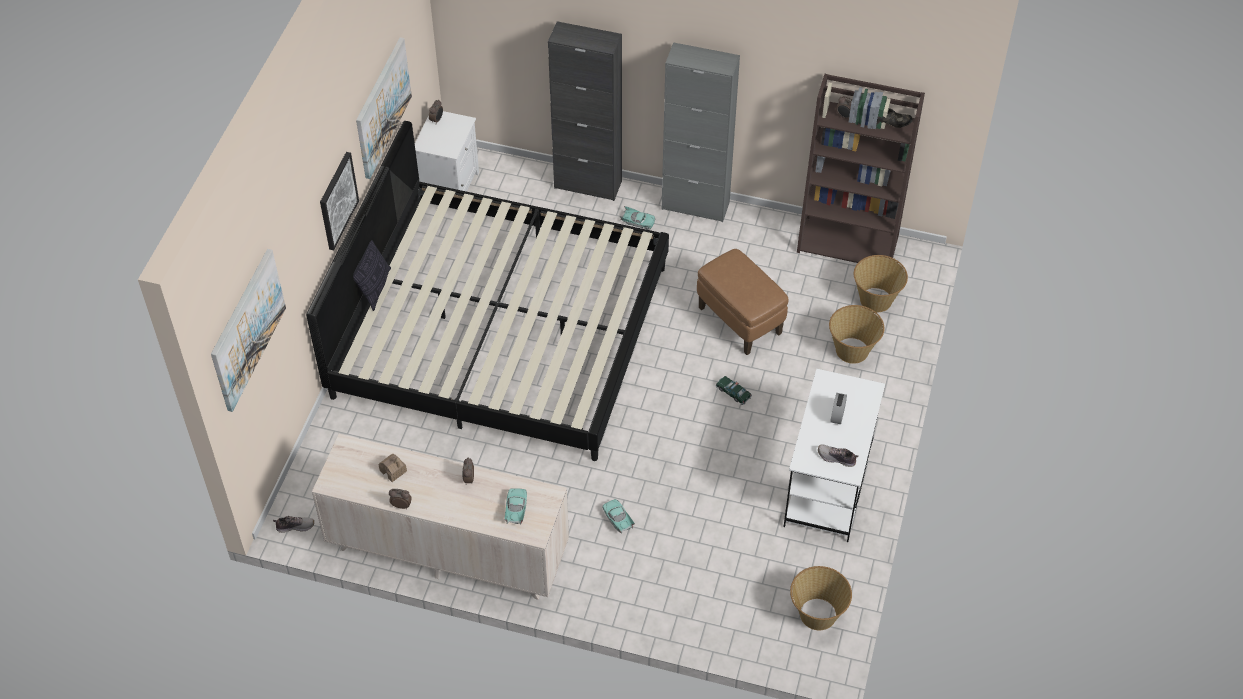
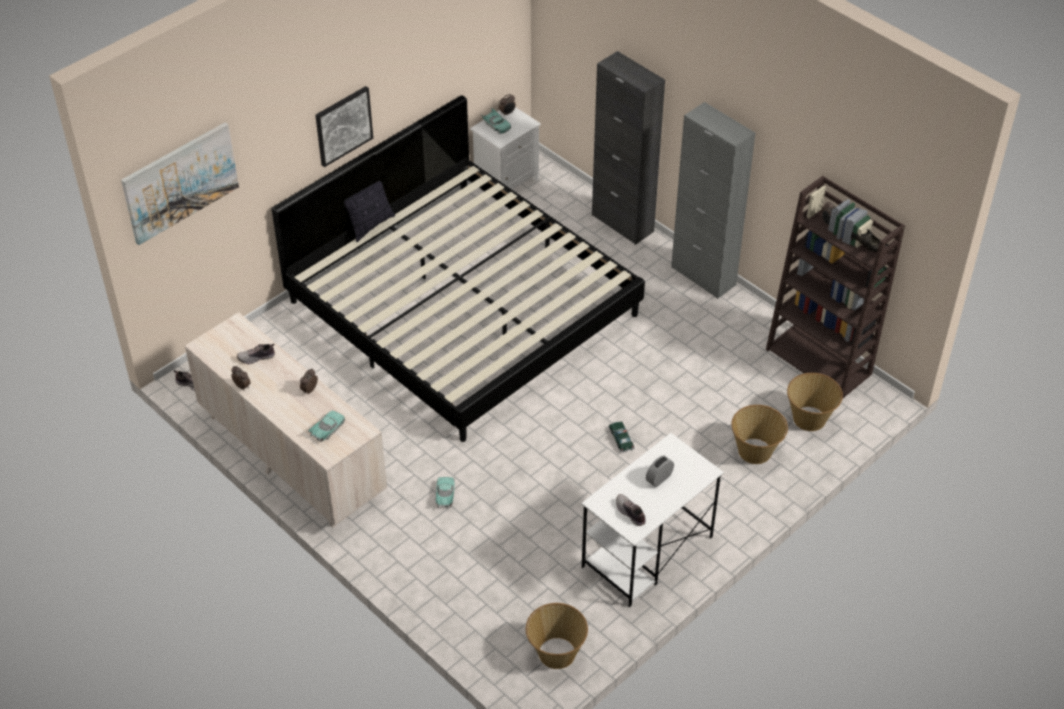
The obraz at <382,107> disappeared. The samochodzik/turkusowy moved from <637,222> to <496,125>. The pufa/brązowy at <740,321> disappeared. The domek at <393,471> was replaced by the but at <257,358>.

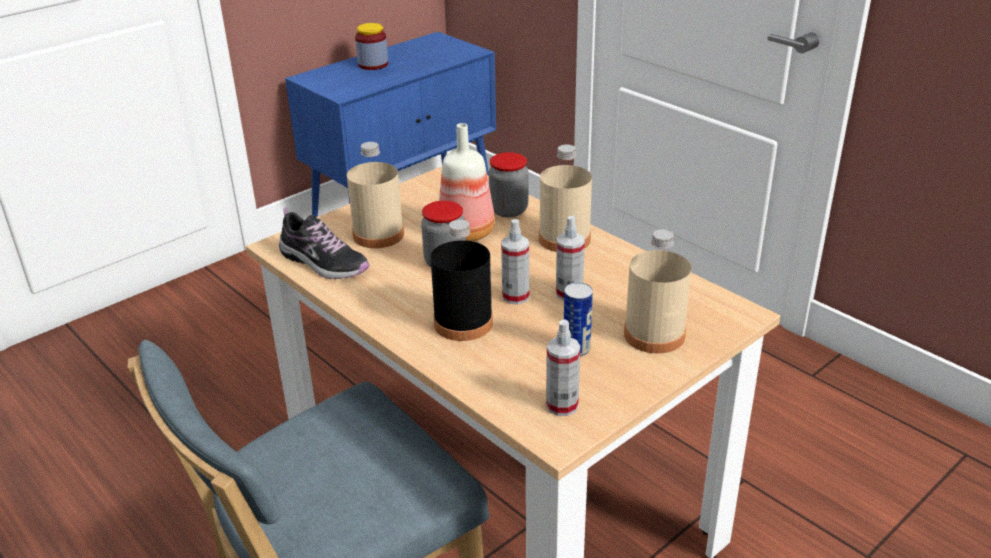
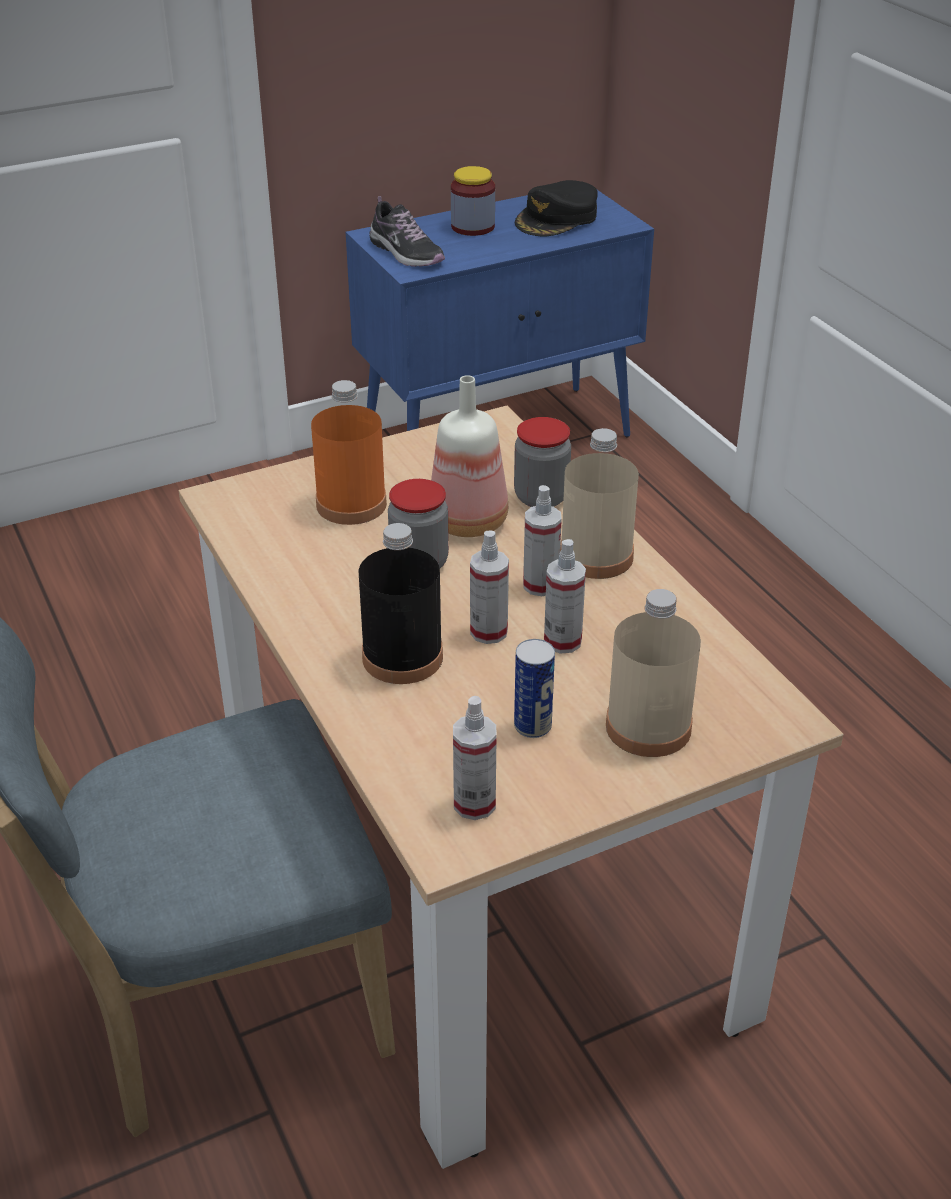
The butelka/beżowy at <378,235> became the butelka/pomarańczowy at <351,504>. The but moved from <323,263> to <406,253>. The czapka z daszkiem/czarny at <557,219> appeared. The spryskiwacz at <540,585> appeared.

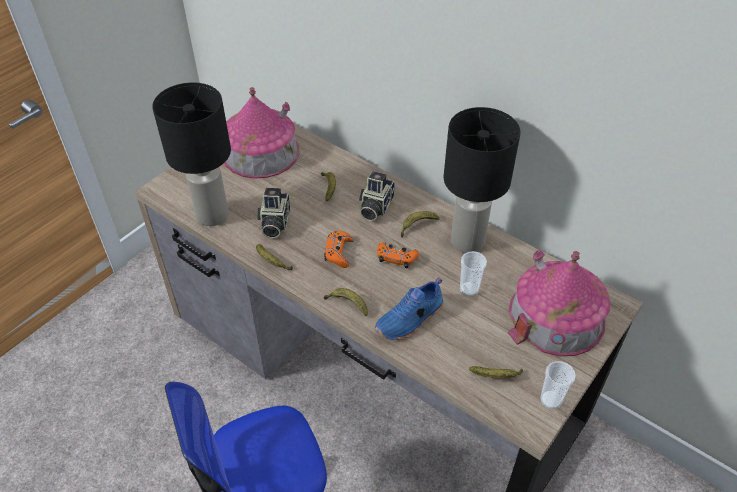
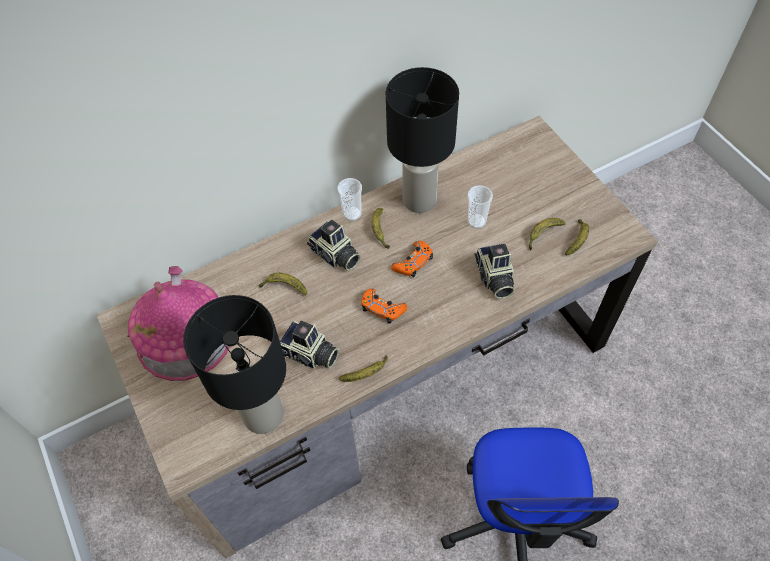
The domek at <556,316> disappeared. The but/niebieski at <410,320> was replaced by the aparat fotograficzny at <494,278>. The banan moved from <347,304> to <543,235>. The filiżanka moved from <551,400> to <352,214>.

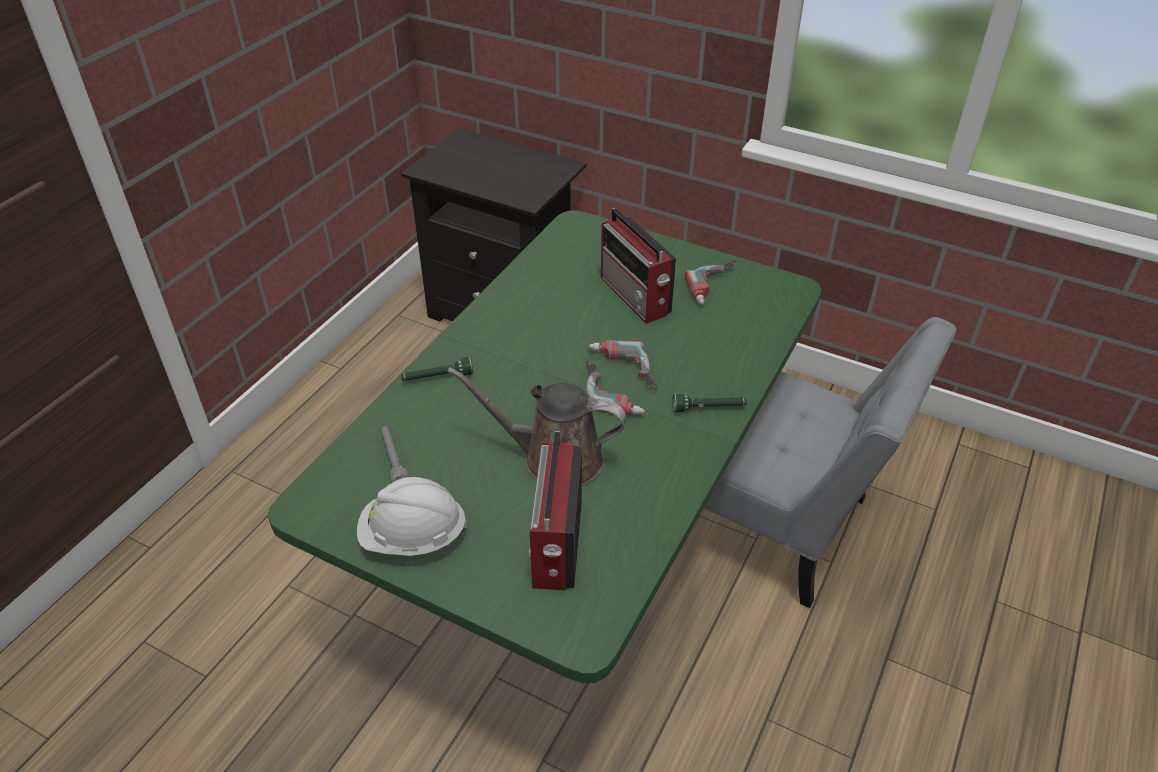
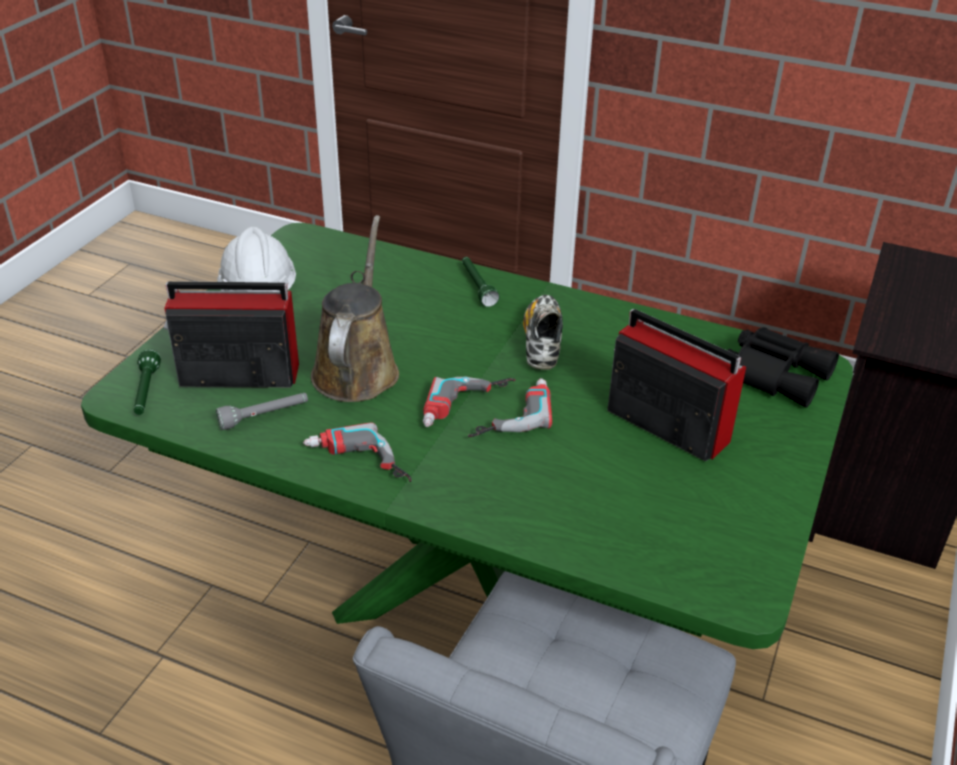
The radio at <635,297> turned 75 degrees clockwise. The wiertarka moved from <716,286> to <356,465>. The latarka/zielony moved from <709,409> to <146,392>. The latarka/szary moved from <393,461> to <264,416>. The but at <542,342> appeared. The lornetka/czarny at <774,372> appeared.

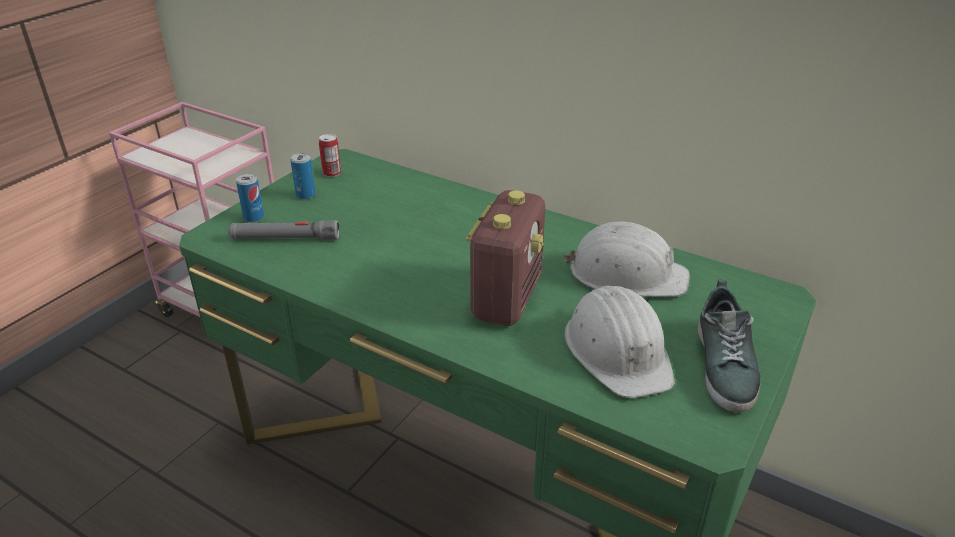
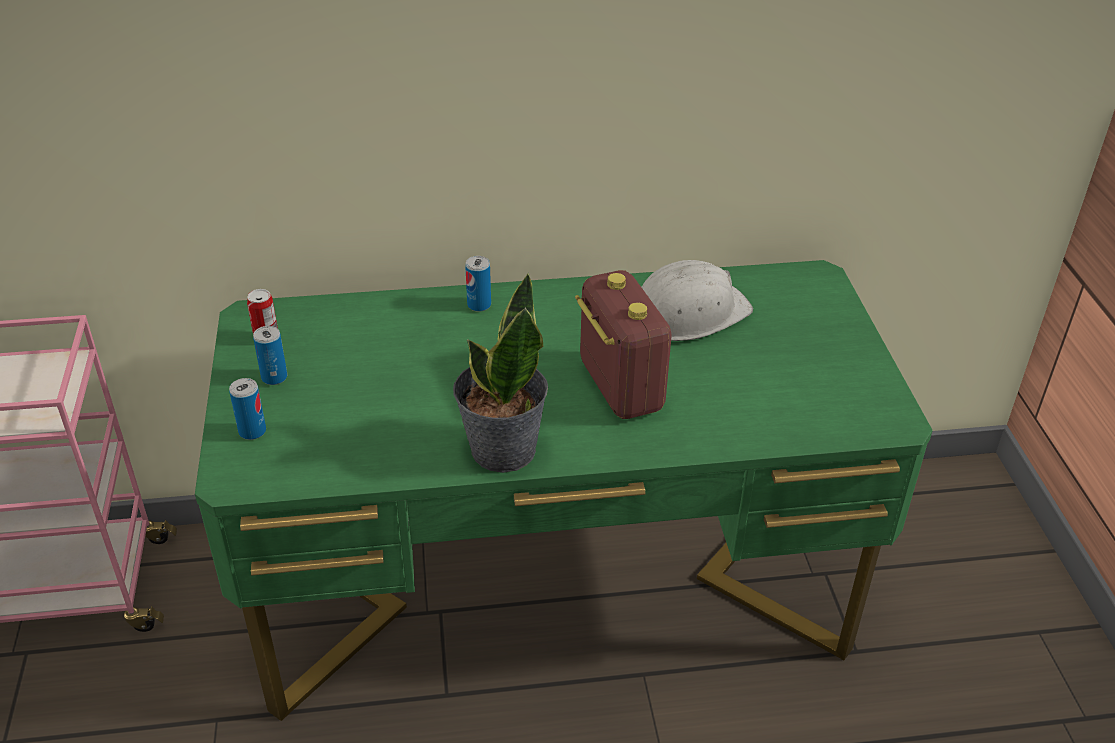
The latarka/szary at <284,238> disappeared. The but at <725,365> disappeared. The kask/biały at <618,351> disappeared. The puszka at <479,305> appeared. The roślina doniczkowa at <502,450> appeared.

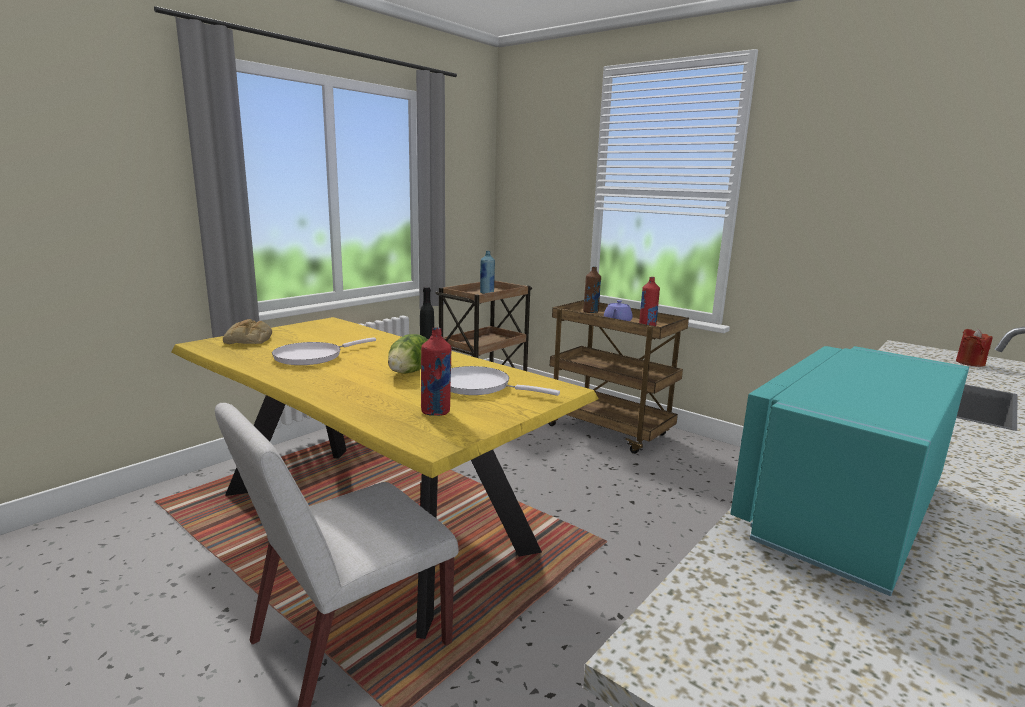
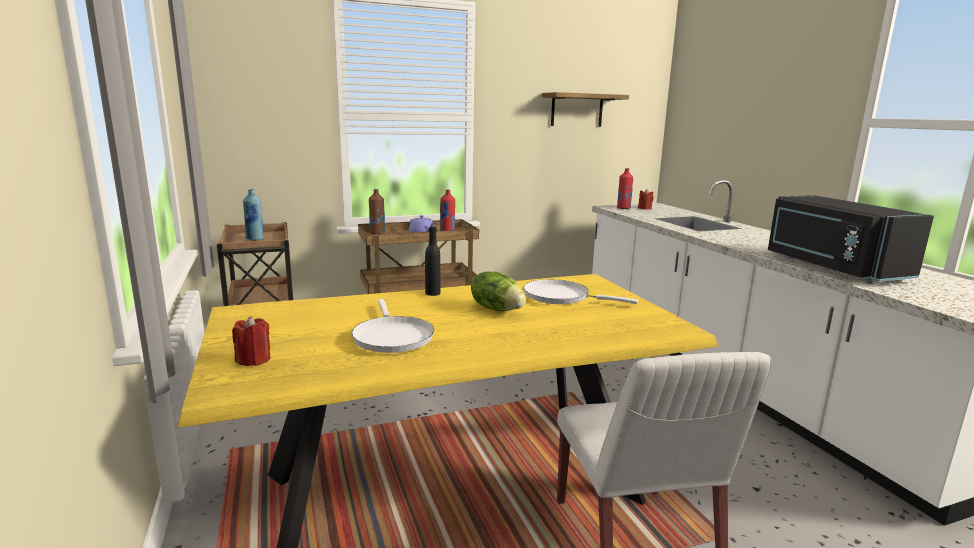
The chleb at <249,340> was replaced by the świeca/czerwony at <254,360>. The butelka/czerwony moved from <436,412> to <623,208>. The mikrofalówka/turkusowy at <837,508> became the mikrofalówka/czarny at <831,267>. The patelnia/biały at <478,386> turned 60 degrees clockwise. The półka at <577,110> appeared.

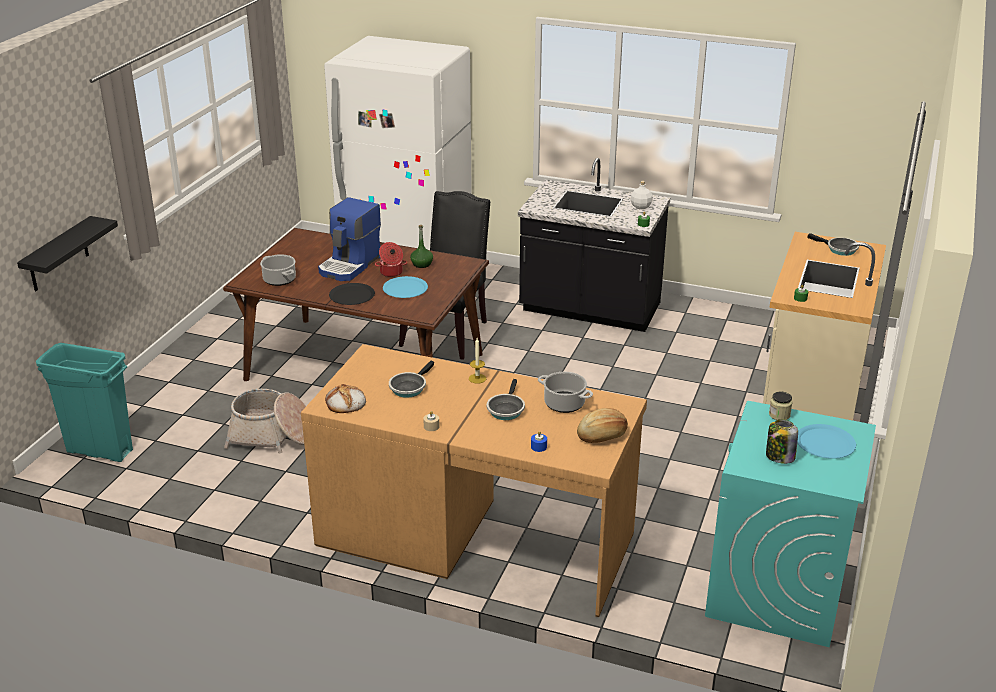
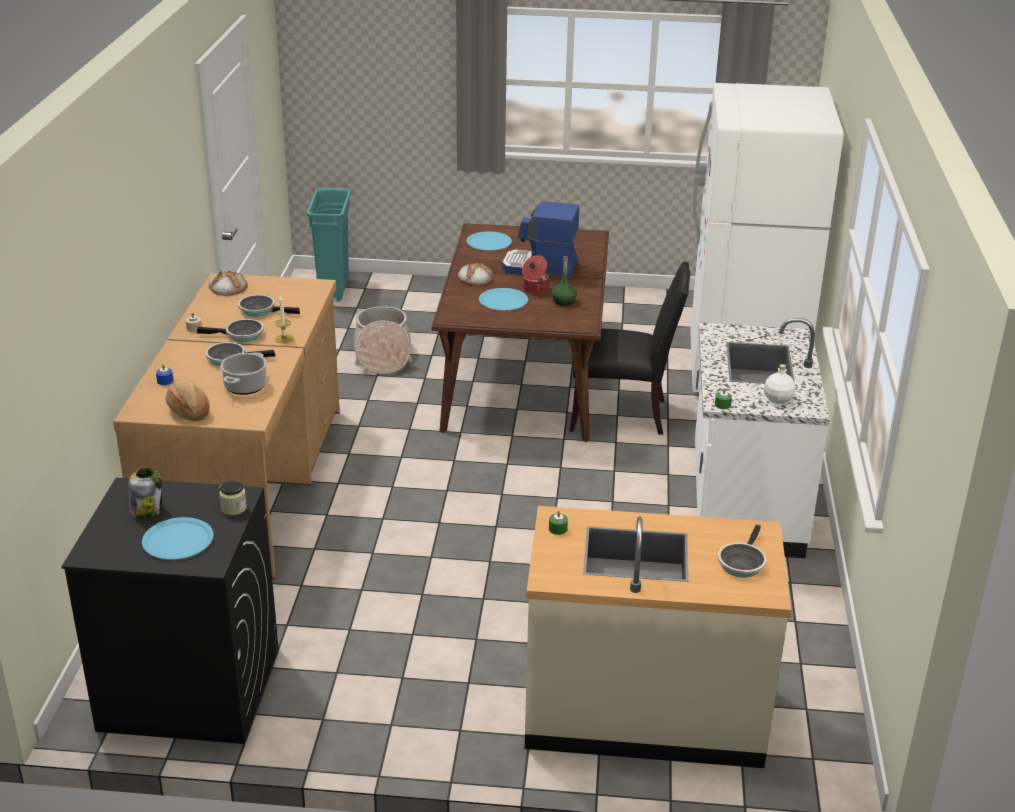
The zabudowa kuchenna/czarny at <590,309> became the zabudowa kuchenna/biały at <743,503>. The półka/czarny at <58,255> disappeared. The garnek at <280,280> was replaced by the talerz/niebieski at <489,242>. The talerz/czarny at <352,295> was replaced by the chleb at <474,278>. The pralka/turkusowy at <776,590> became the pralka/czarny at <189,688>. The patelnia at <241,335> appeared.

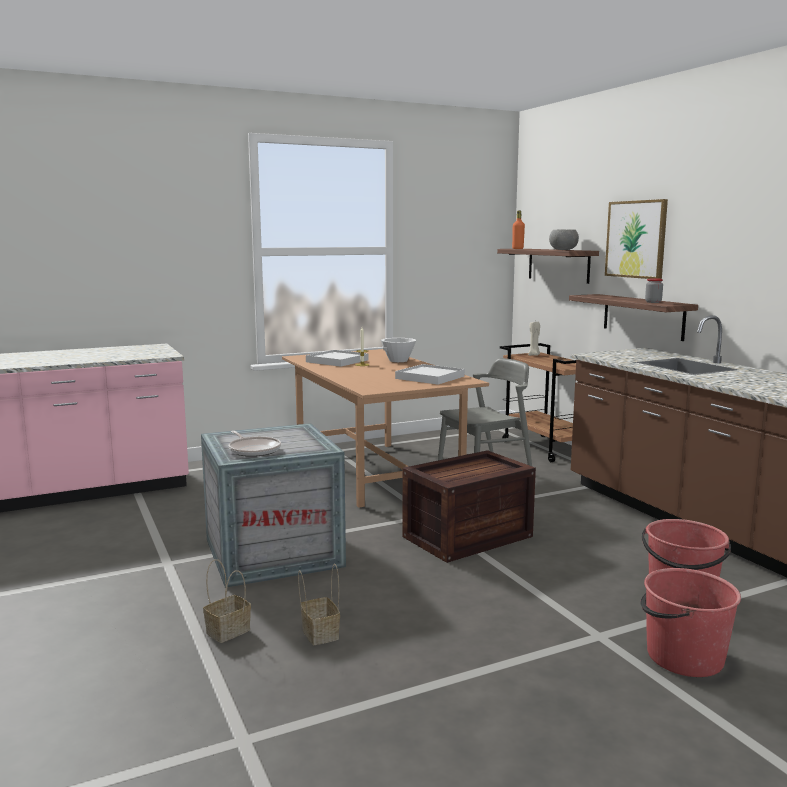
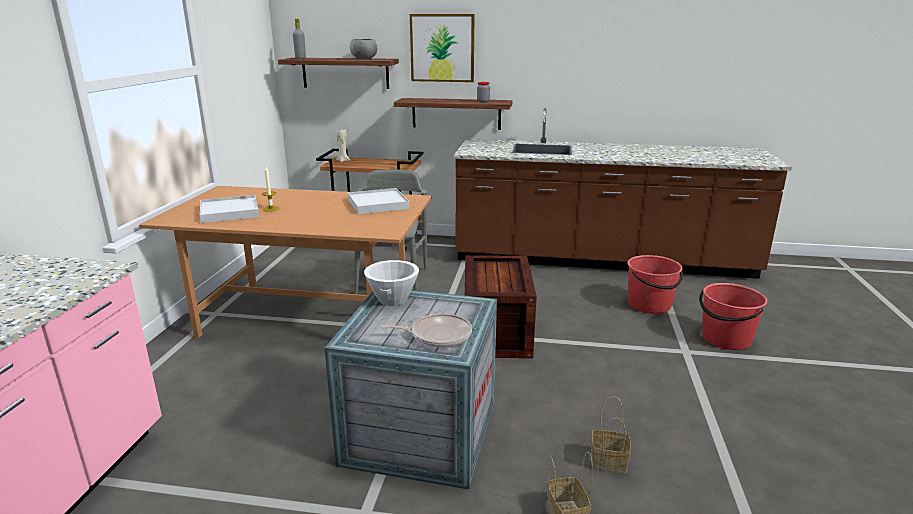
The butelka/pomarańczowy at <517,248> became the butelka/szary at <300,58>. The miska/biały moved from <398,360> to <392,299>.

